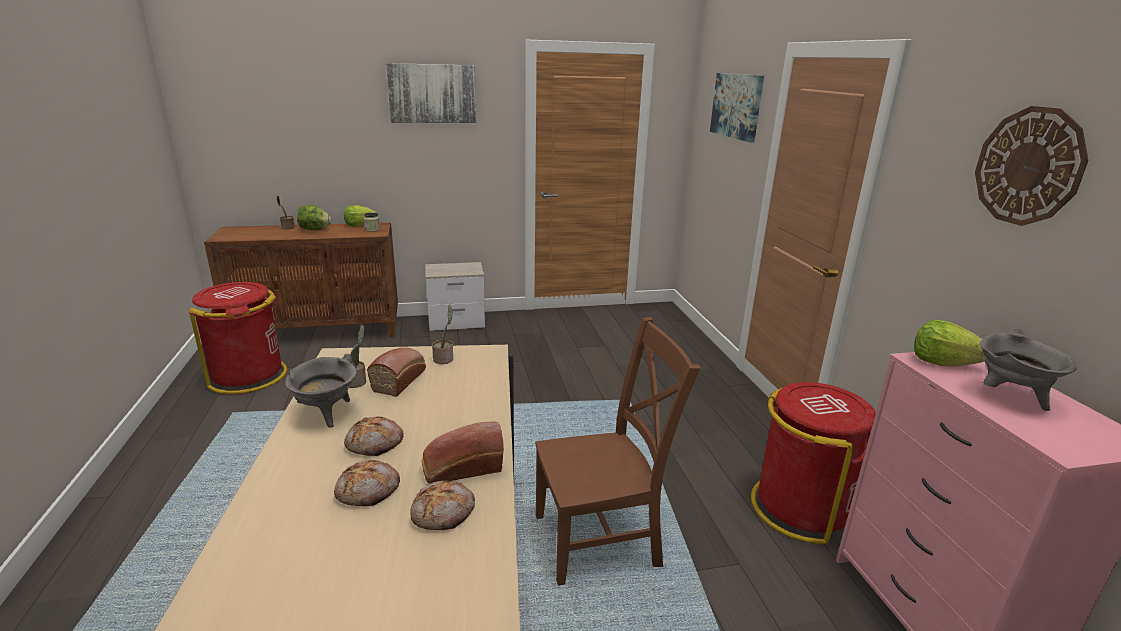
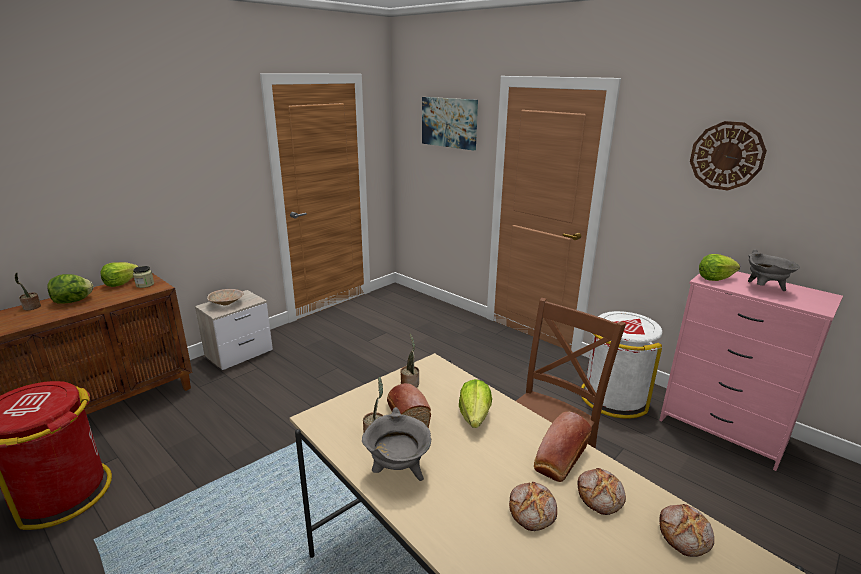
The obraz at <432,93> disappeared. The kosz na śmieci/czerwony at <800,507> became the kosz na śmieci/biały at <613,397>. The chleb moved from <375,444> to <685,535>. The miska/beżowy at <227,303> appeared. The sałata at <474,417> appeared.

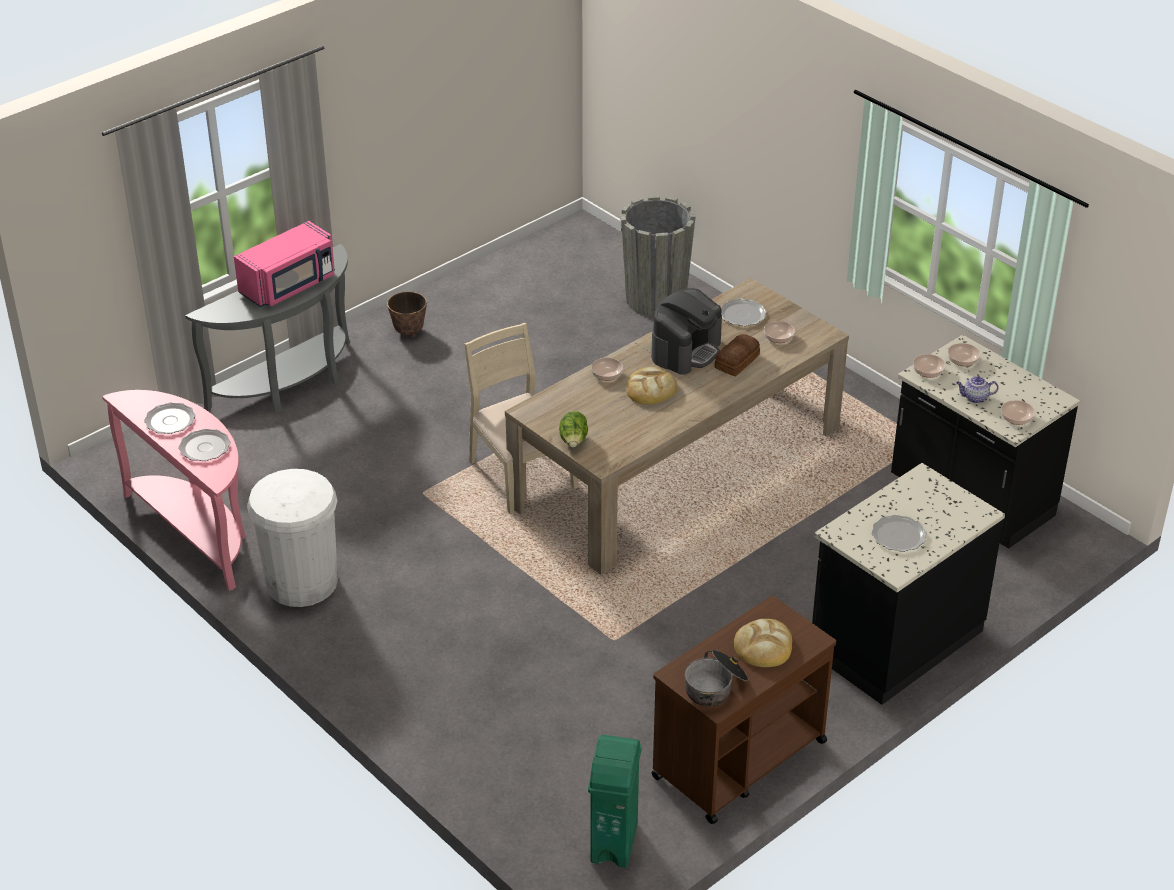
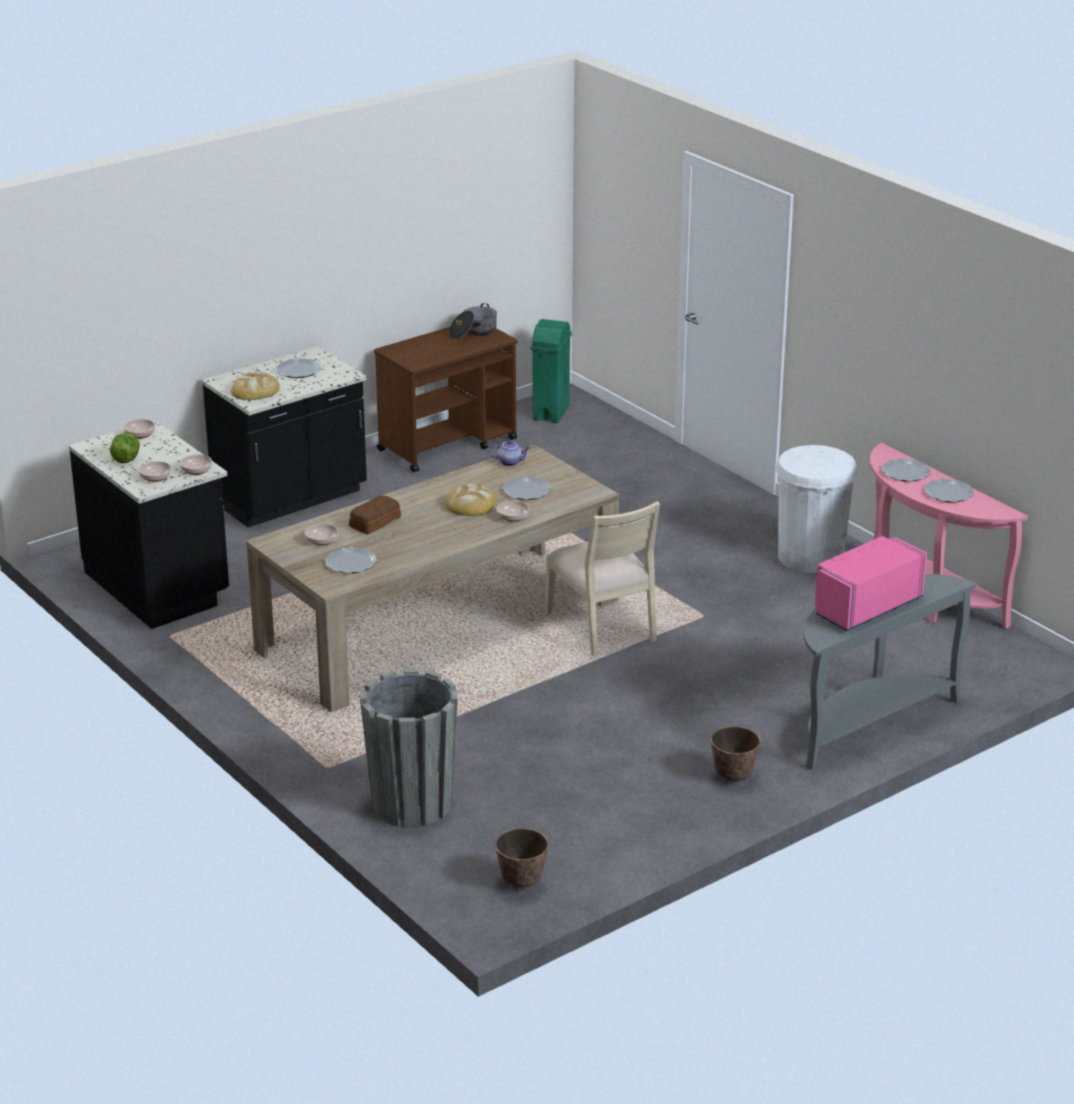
The ekspres do kawy at <686,351> disappeared. The imbryk moved from <974,398> to <510,462>. The sałata moved from <573,441> to <126,458>. The chleb moved from <763,646> to <255,390>. The talerz at <527,491> appeared. The donica at <522,883> appeared.

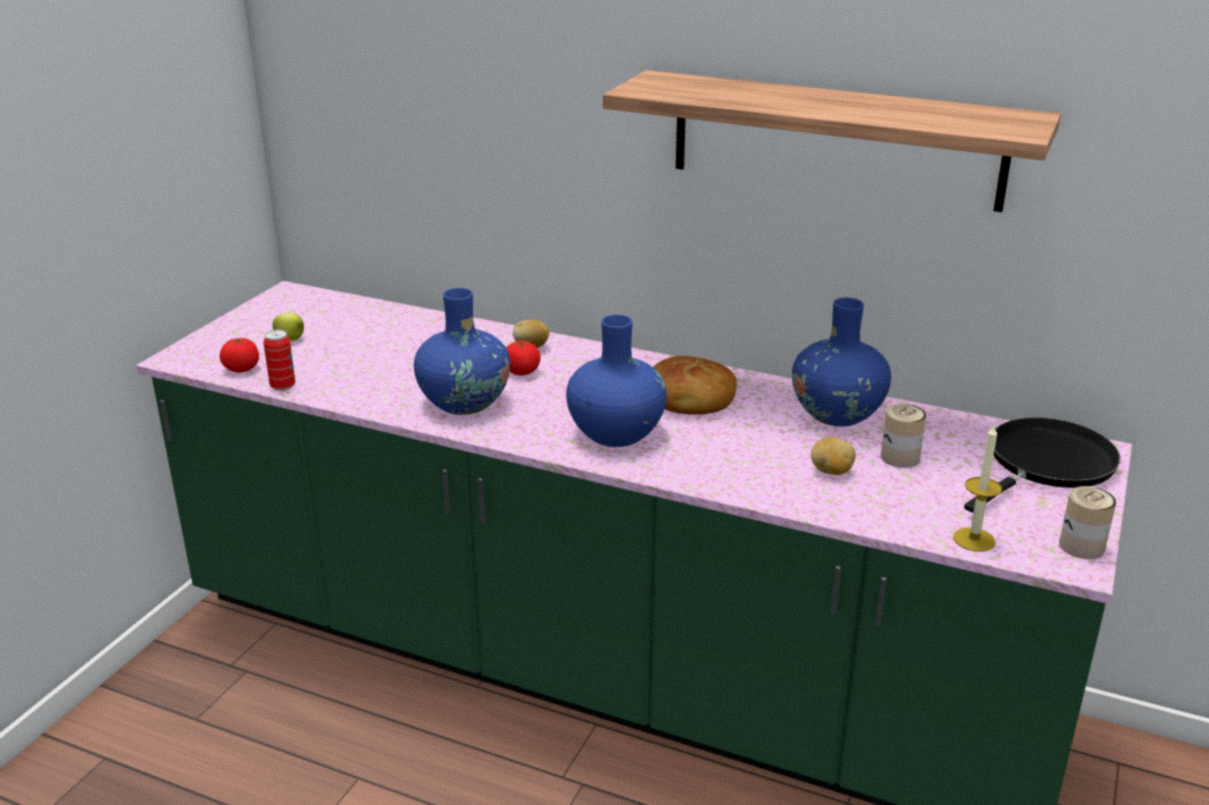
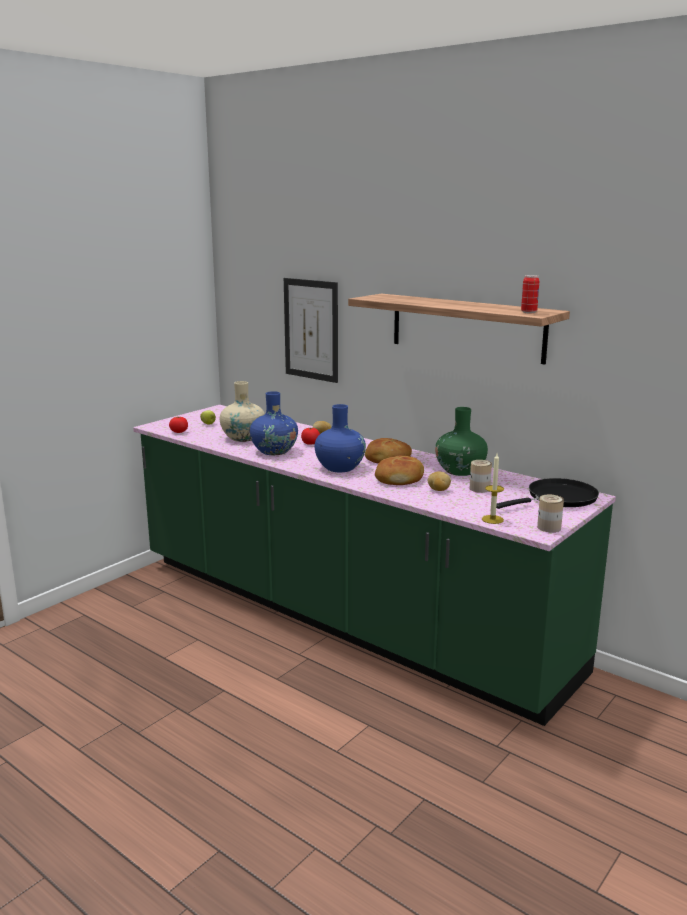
The wazon/niebieski at <837,414> became the wazon/zielony at <460,471>. The puszka moved from <282,386> to <529,312>. The obraz at <311,329> appeared. The wazon/beżowy at <243,438> appeared. The chleb at <399,479> appeared.

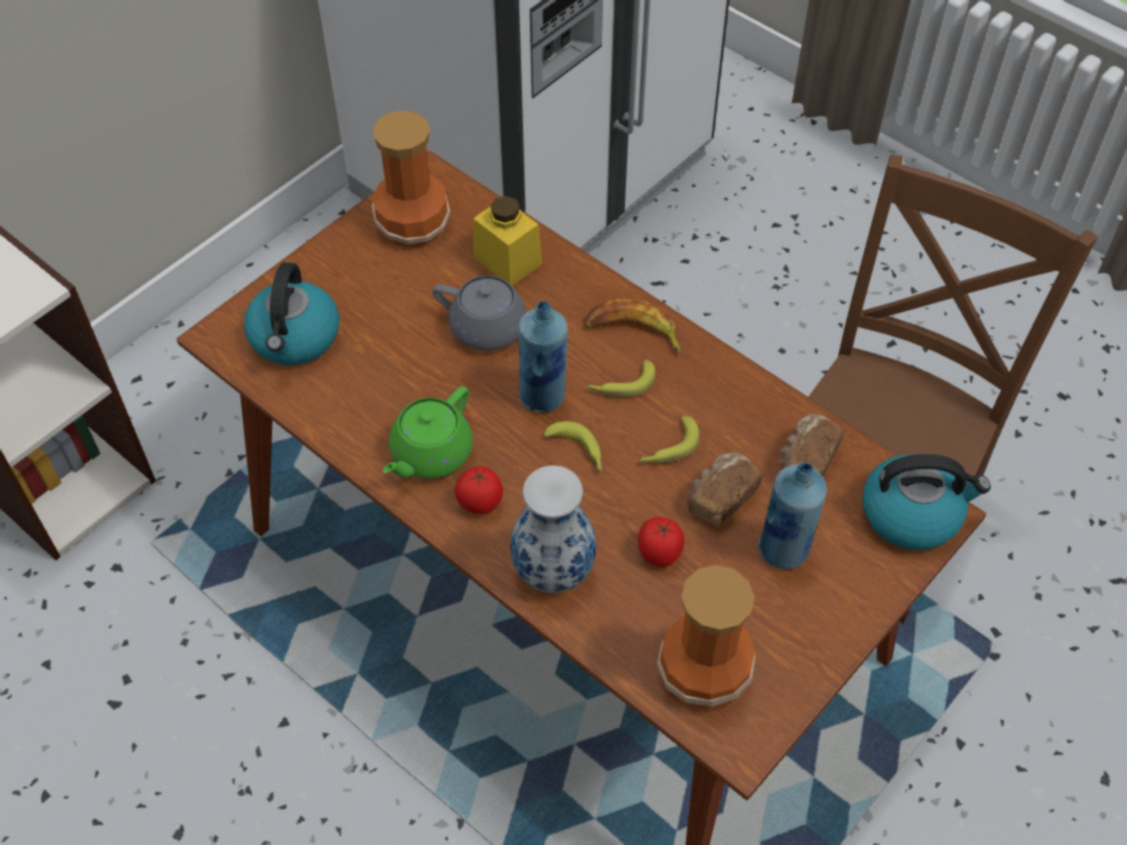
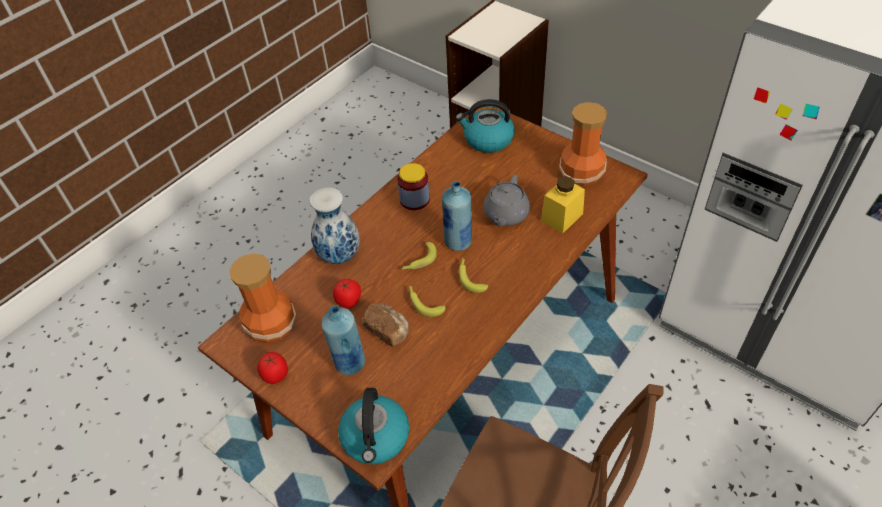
The banan at <633,332> disappeared. The imbryk/zielony at <430,454> was replaced by the słoik at <414,199>. The chleb at <806,461> disappeared. The pomidor moved from <480,503> to <276,375>.

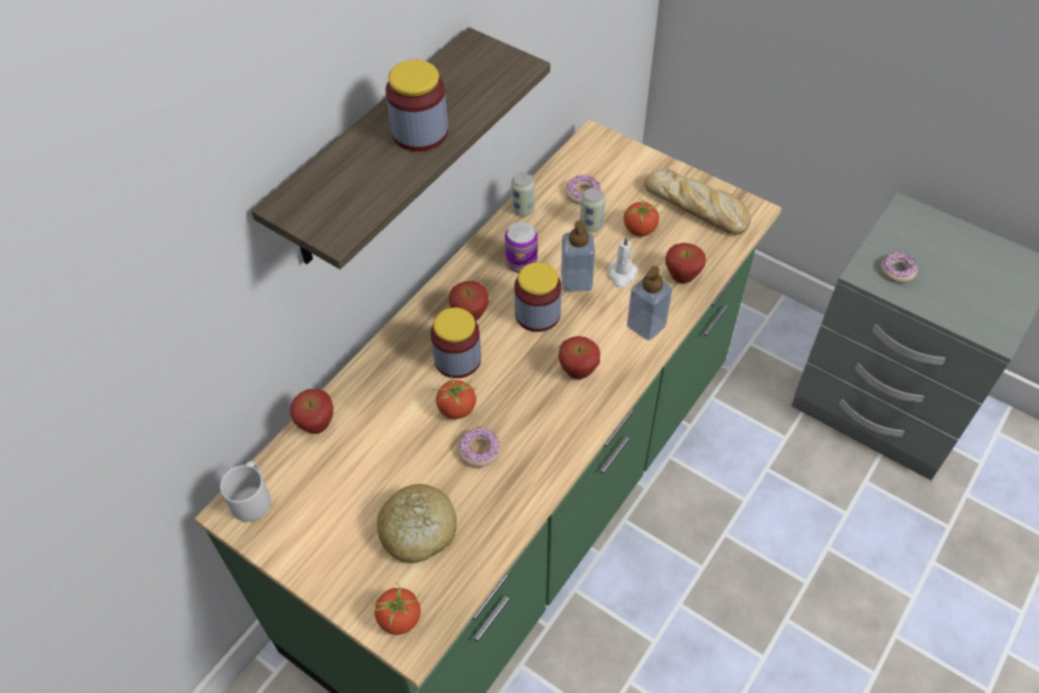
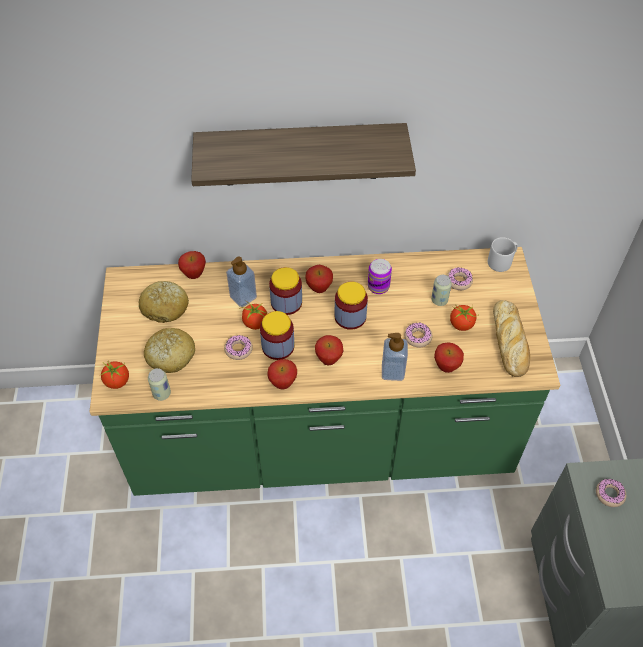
The słoik moved from <420,132> to <278,346>. The puszka moved from <523,210> to <162,393>. The dozownik mydła moved from <576,281> to <243,297>. The świeca/biały at <622,275> was replaced by the donut at <418,337>. The kubek/szary moved from <253,499> to <501,262>. The chleb at <165,307> appeared. The jabłko at <283,384> appeared.

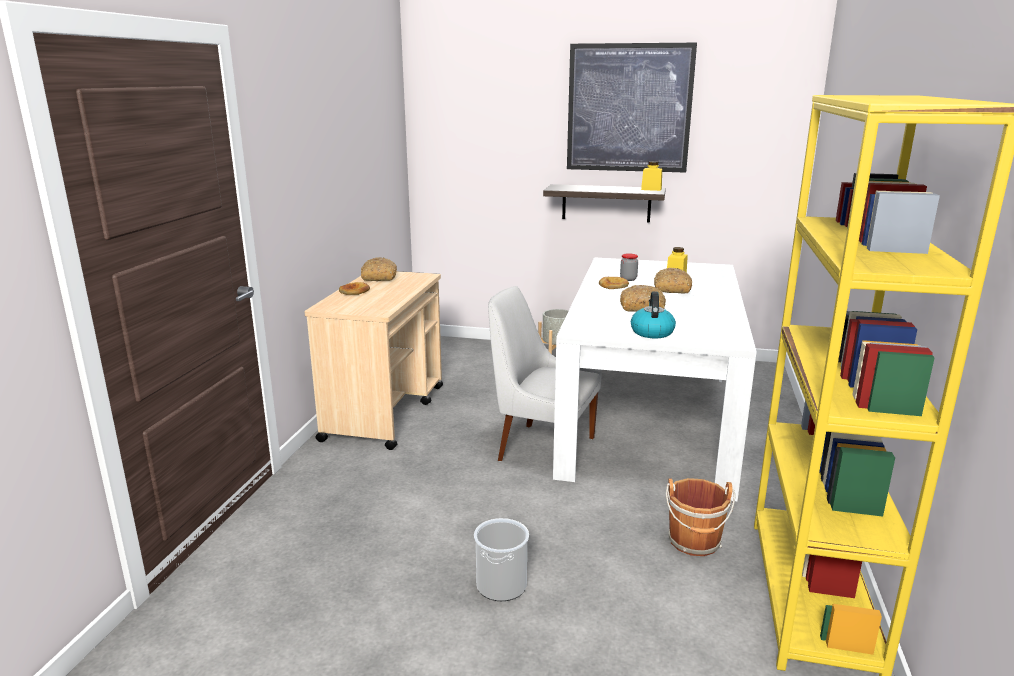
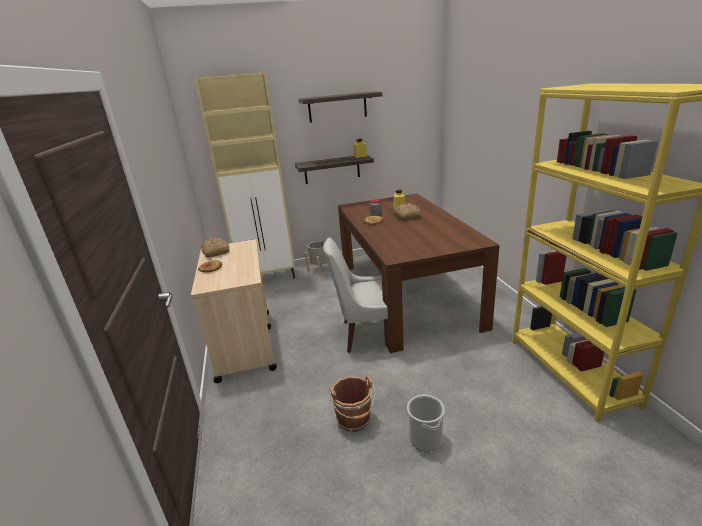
The obraz at <629,108> was replaced by the półka at <337,107>. The stół jadalny/biały at <649,419> became the stół jadalny/brązowy at <406,295>. The chleb at <642,307> disappeared. The czajnik at <651,332> disappeared. The wiadro/brązowy moved from <694,543> to <354,420>. The szafka/beżowy at <269,278> appeared.

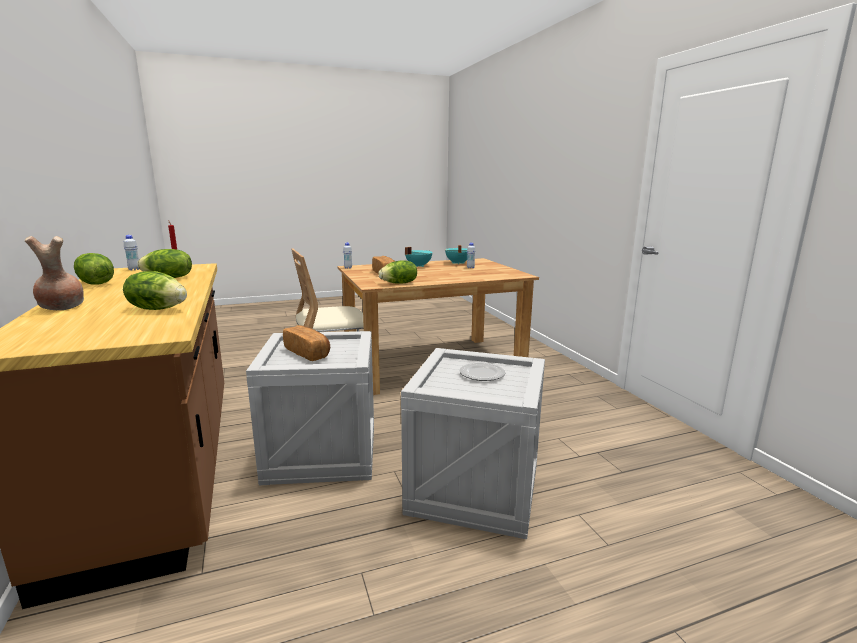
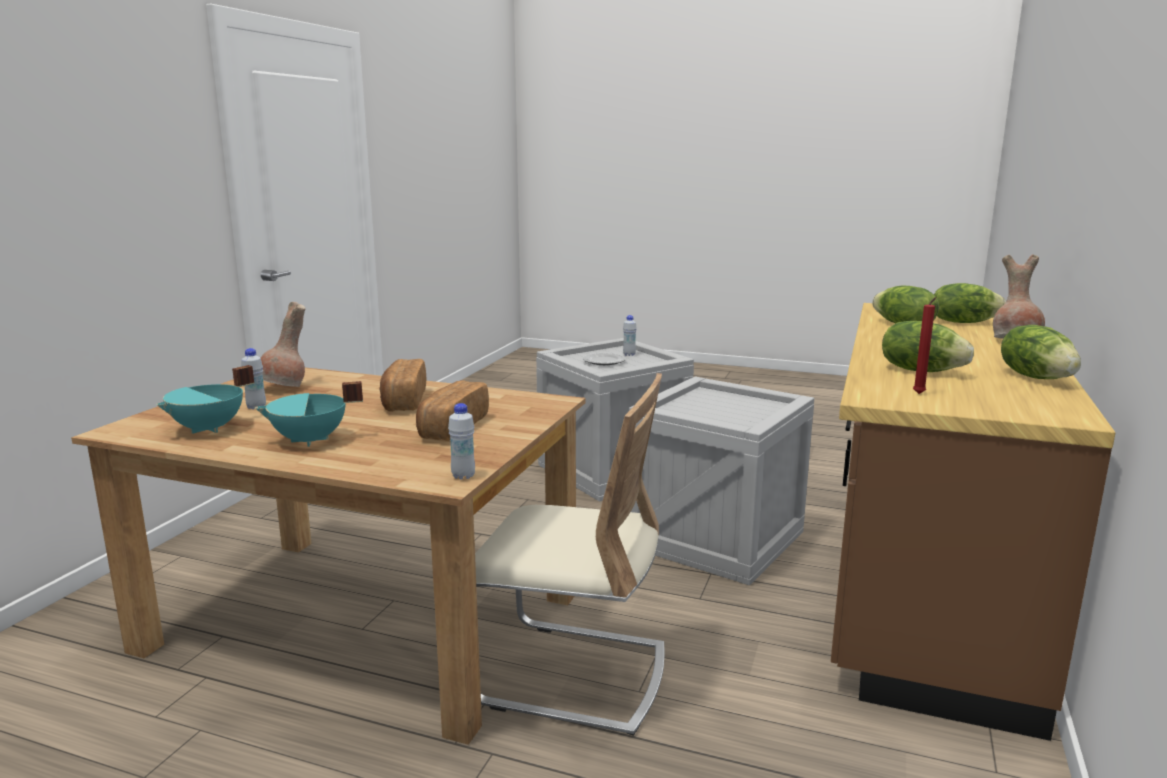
The butelka/biały moved from <134,269> to <629,355>. The sałata moved from <399,283> to <963,322>. The chleb moved from <308,353> to <403,401>. The wazon/brązowy at <285,388> appeared.

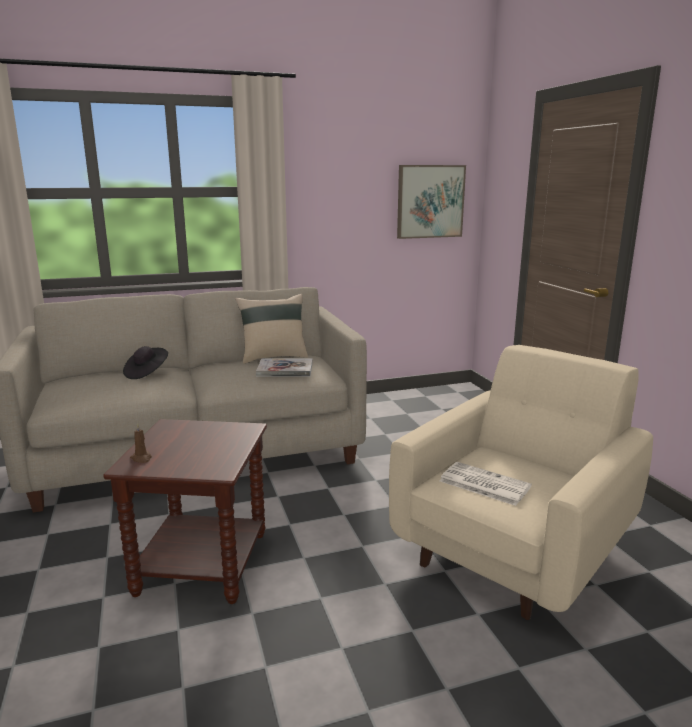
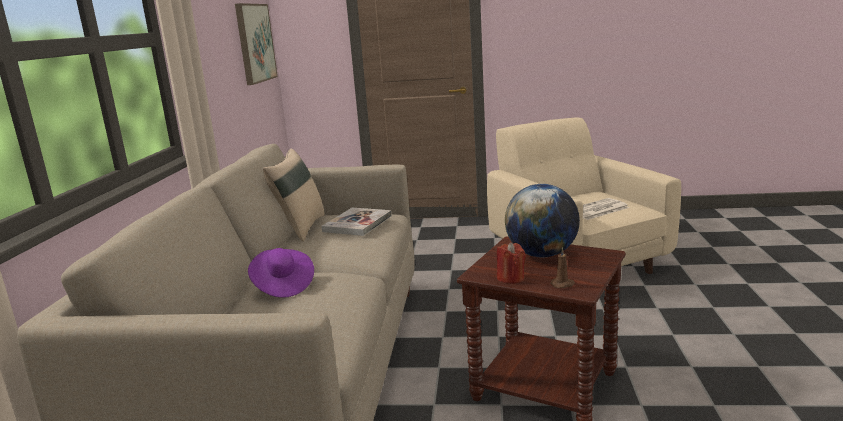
The kapelusz/czarny at <146,373> became the kapelusz/fioletowy at <282,286>. The globus at <542,254> appeared. The świeca/czerwony at <511,278> appeared.

